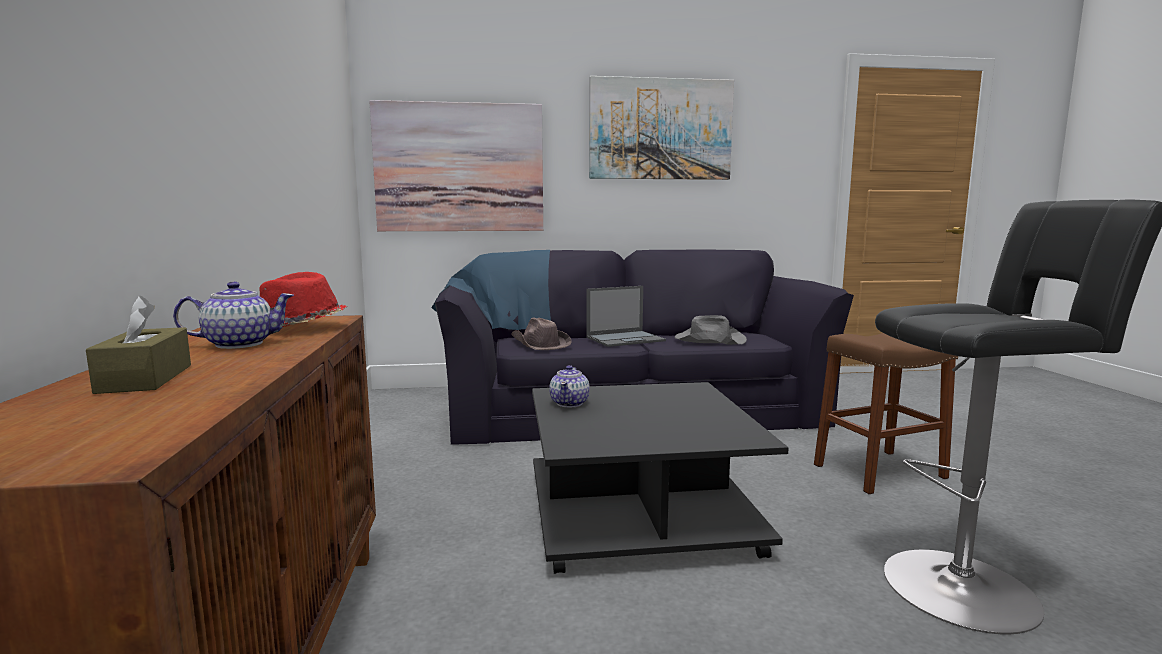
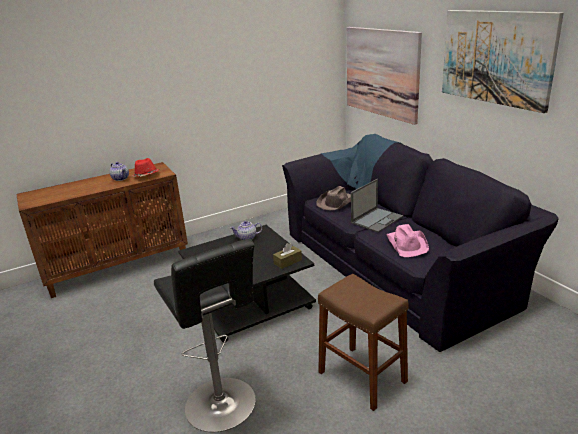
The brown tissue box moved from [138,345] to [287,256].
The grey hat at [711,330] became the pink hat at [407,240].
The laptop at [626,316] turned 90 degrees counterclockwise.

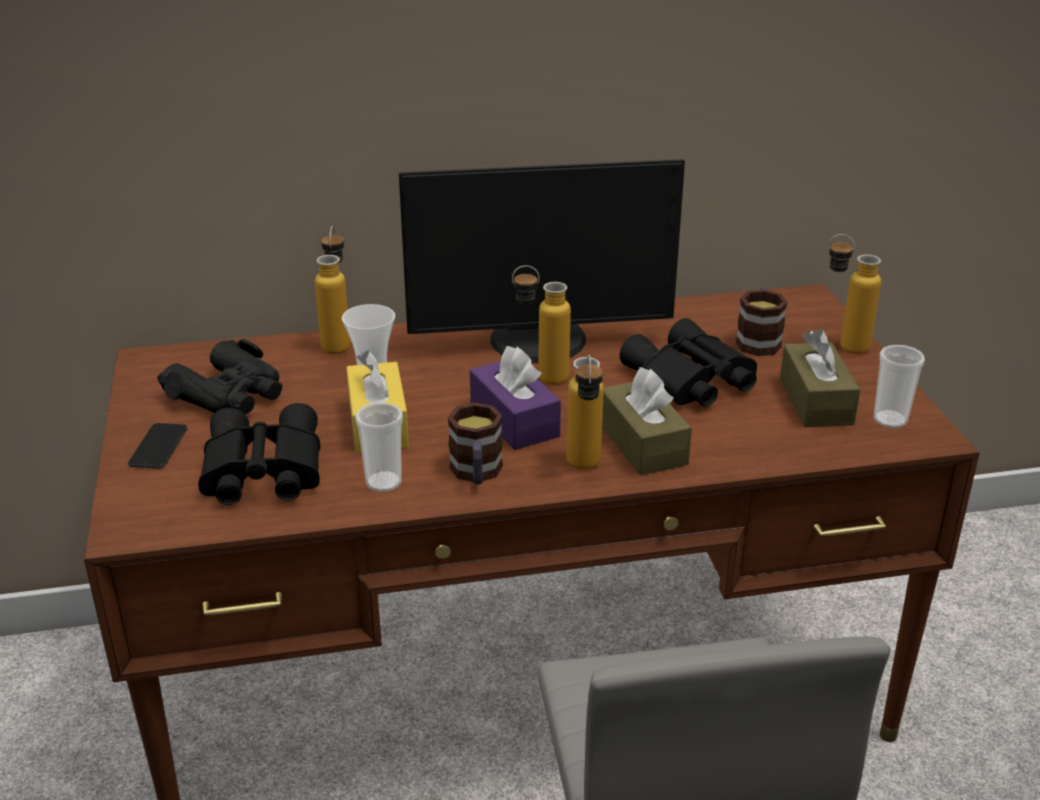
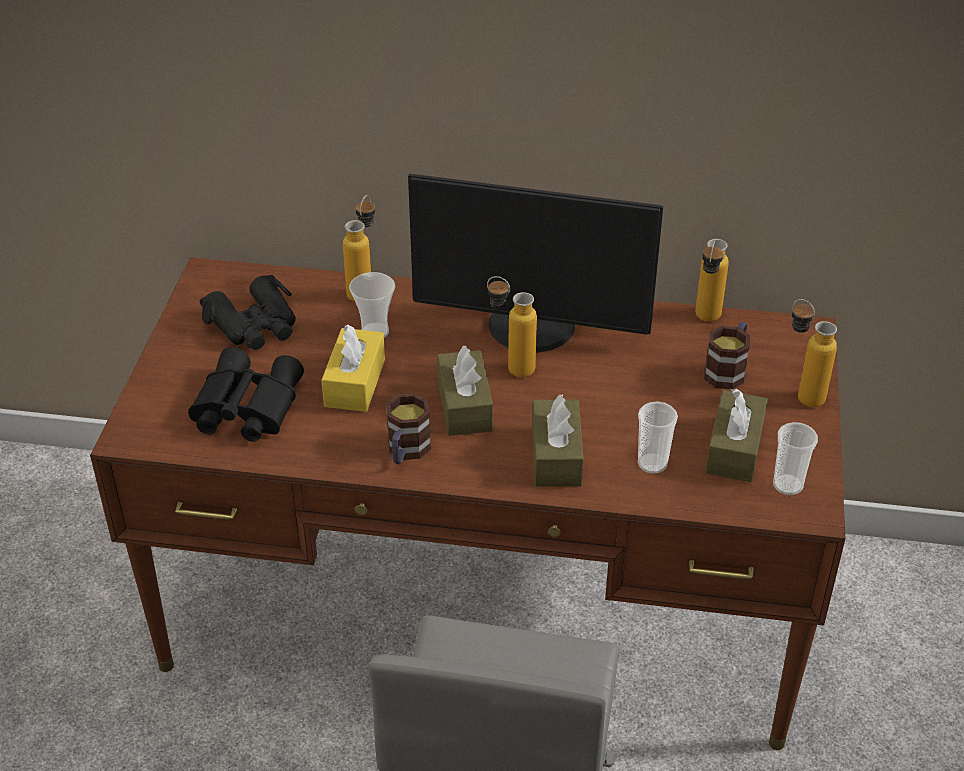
The phone at [157,446] disappeared.
The black binoculars at [688,362] disappeared.
The cup moved from [379,447] to [658,437].
The bottle moved from [585,412] to [712,280].
The purple tissue box at [515,398] became the brown tissue box at [465,390].

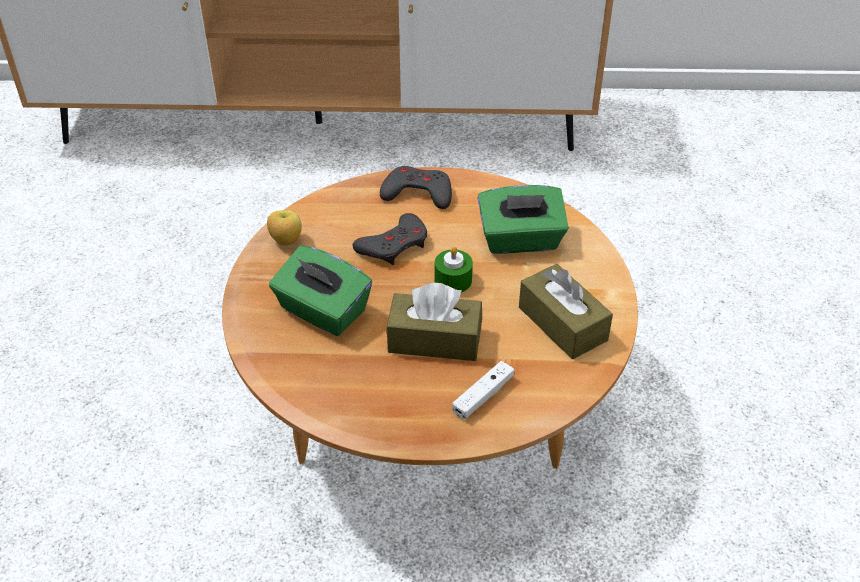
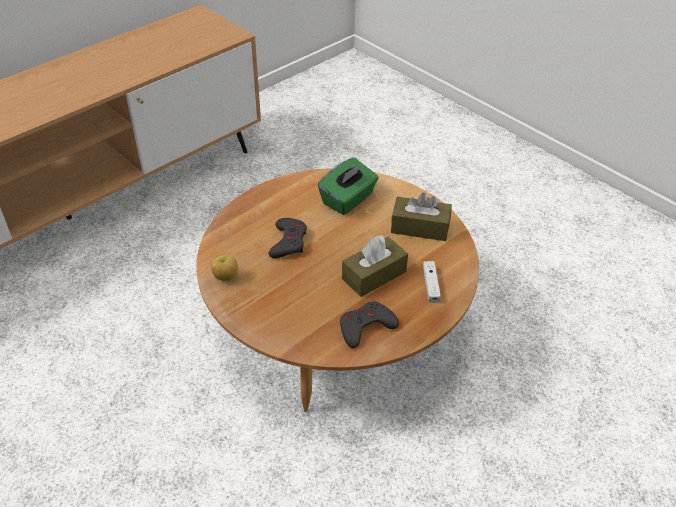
The green tissue box at [320,290] disappeared.
The green candle at [453,269] disappeared.
The grey game controller moved from [416,187] to [369,325].

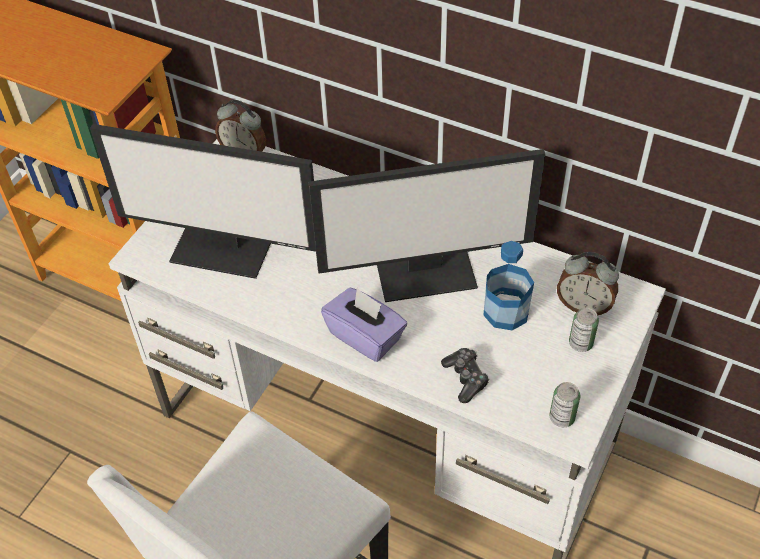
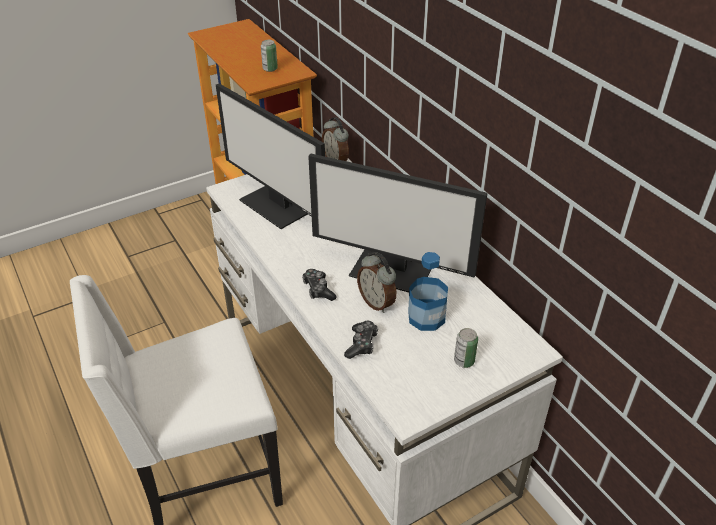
The can moved from [564,404] to [269,56].
The alarm clock moved from [588,283] to [376,283].
The purple tissue box at [364,325] was replaced by the game controller at [319,285].

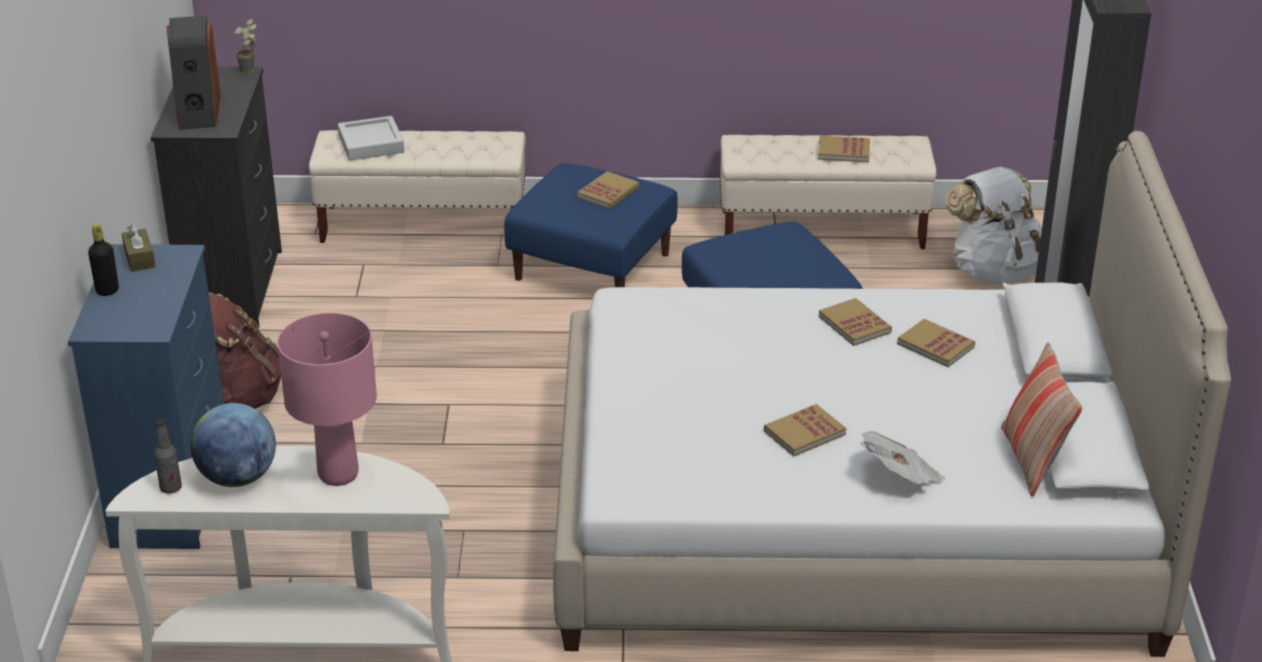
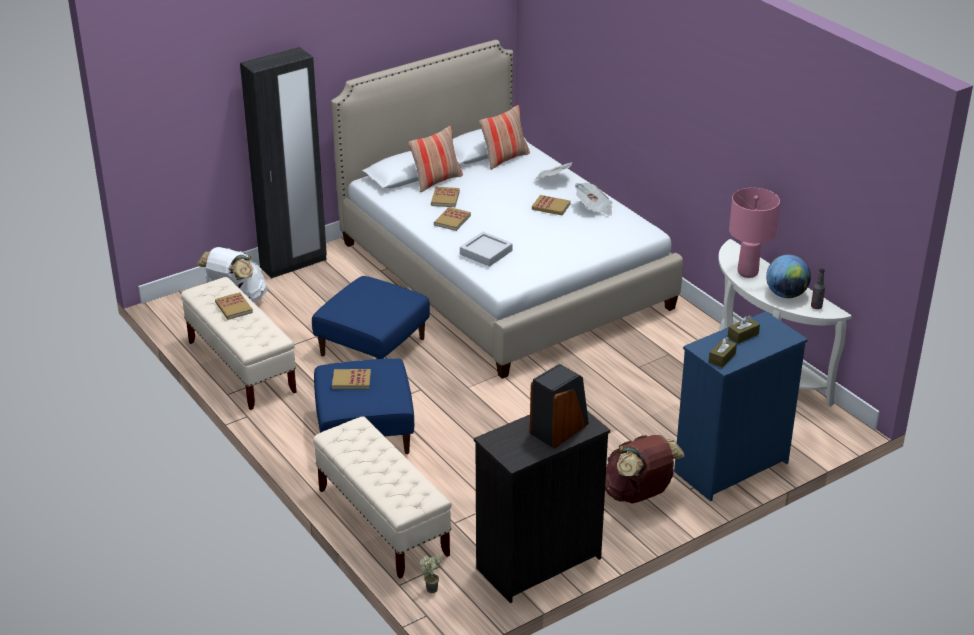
The black bottle at [103,260] disappeared.
The pillow at [435,159] appeared.
The newspaper at [594,199] appeared.
The brown tissue box at [744,329] appeared.
The potted plant moved from [245,46] to [430,574].
The grey tray moved from [371,138] to [486,249].

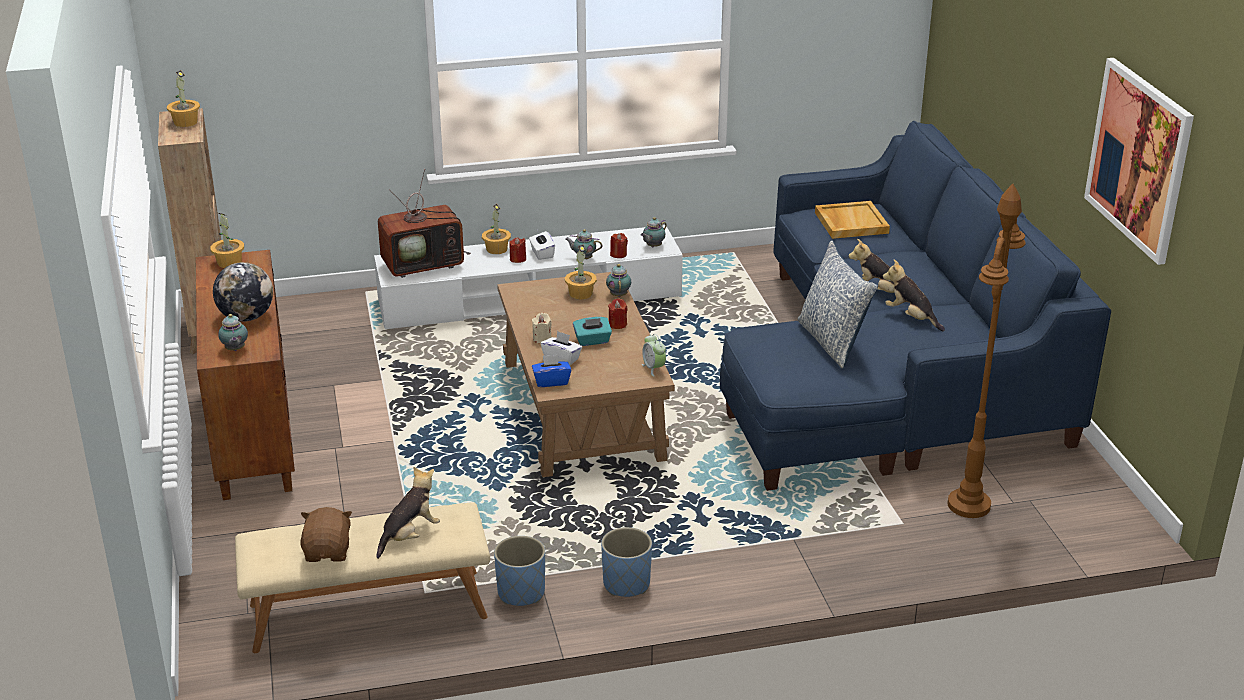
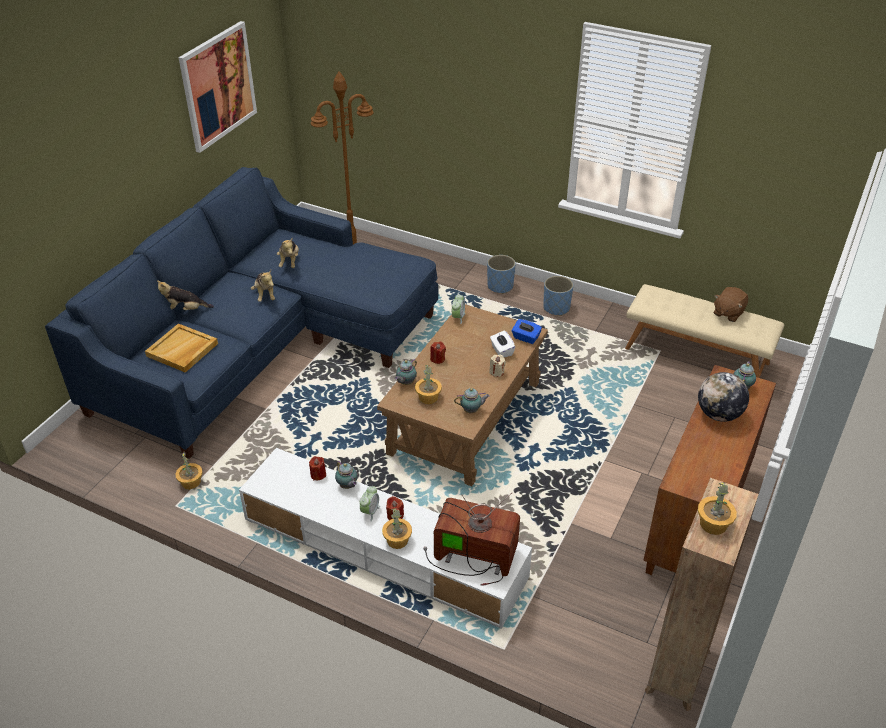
The turquoise tissue box at [592,331] disappeared.
The pillow at [838,305] disappeared.
The potted plant moved from [227,240] to [189,470].
The plush toy moved from [408,513] to [185,295].
The blue planter moved from [519,571] to [501,274].
The teapot moved from [654,232] to [472,400].
The white tissue box at [542,245] was replaced by the alarm clock at [370,503].

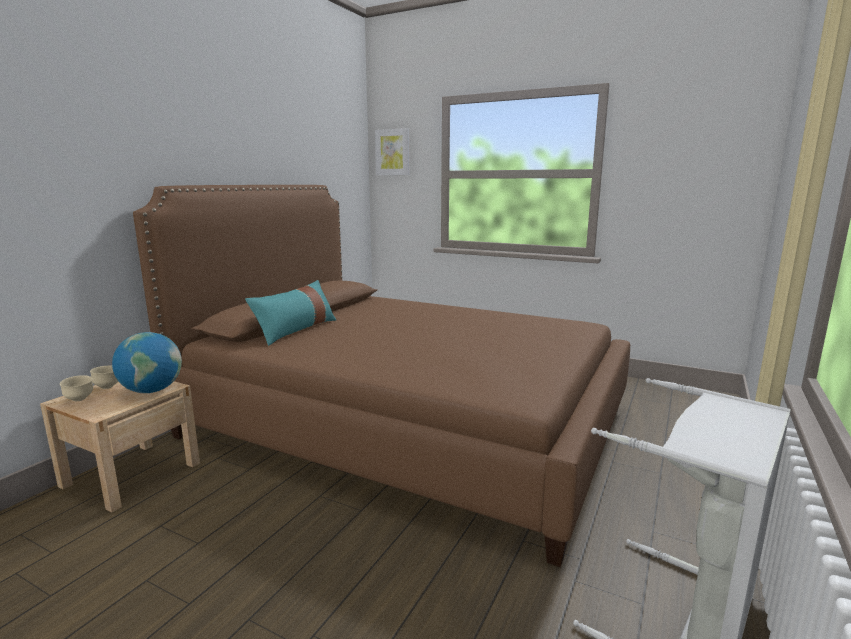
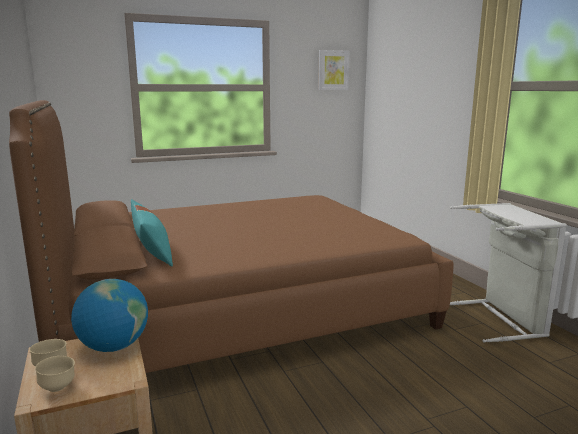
The picture moved from [392,151] to [334,70].

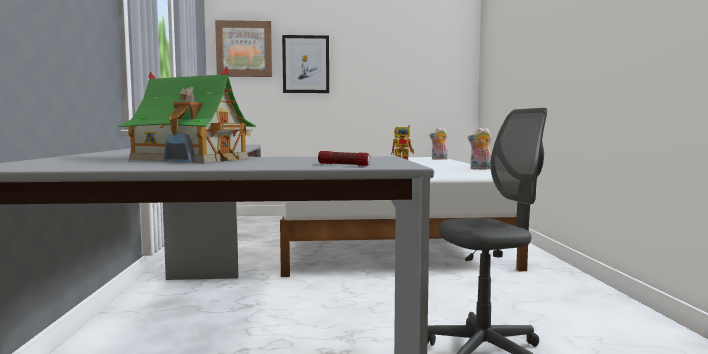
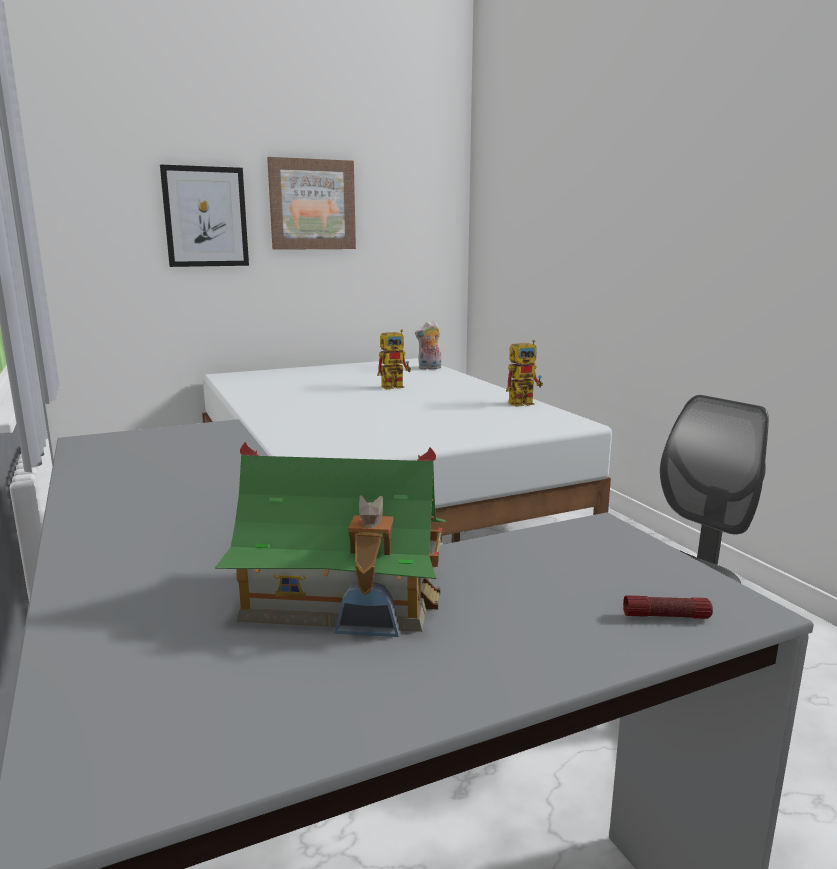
The picture moved from [243,48] to [311,203].
The plush toy at [479,148] was replaced by the toy robot at [524,373].

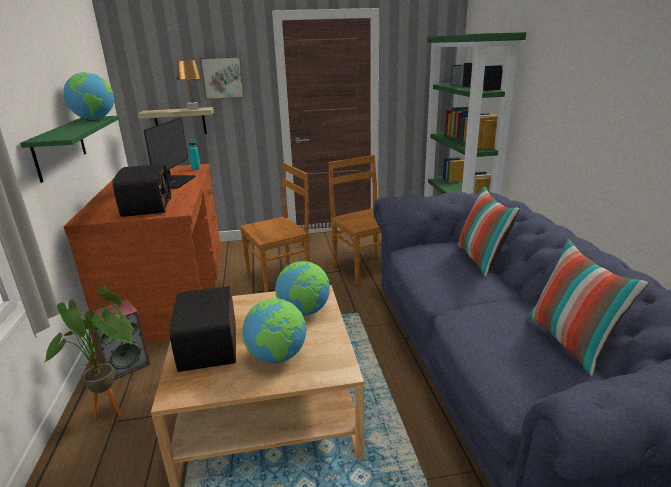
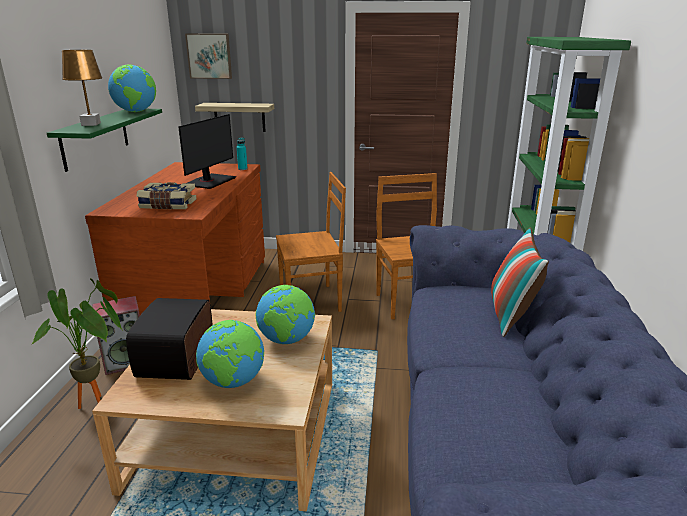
The pillow at [588,307] disappeared.
The brown table lamp moved from [188,85] to [82,88].
The picture moved from [222,78] to [208,56].
The radio at [141,190] was replaced by the book at [167,195].

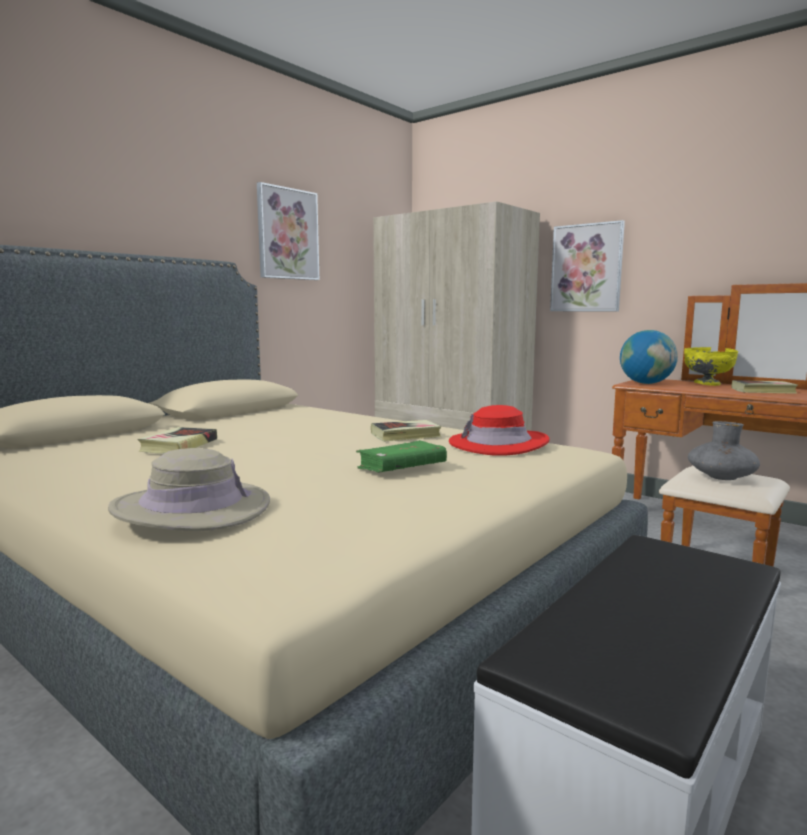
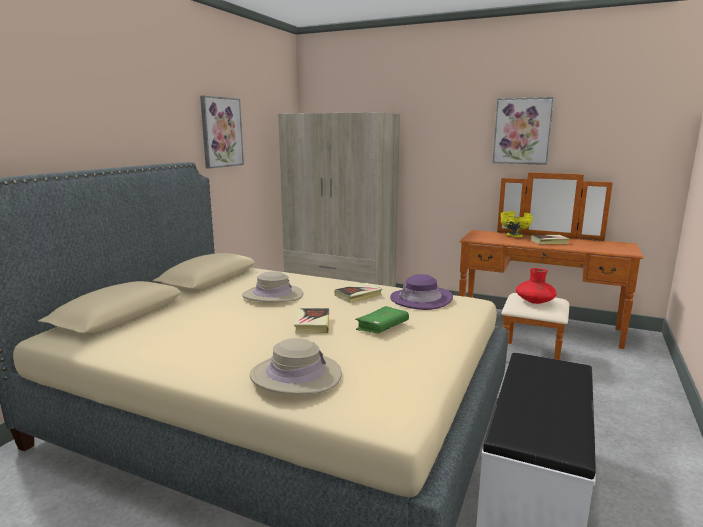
The globe at [649,357] disappeared.
The beige hat at [272,286] appeared.
The book moved from [177,440] to [311,321].
The picture moved from [587,265] to [523,131].
The red hat at [499,430] became the purple hat at [421,292].
The grey vase at [724,450] became the red vase at [536,286].

